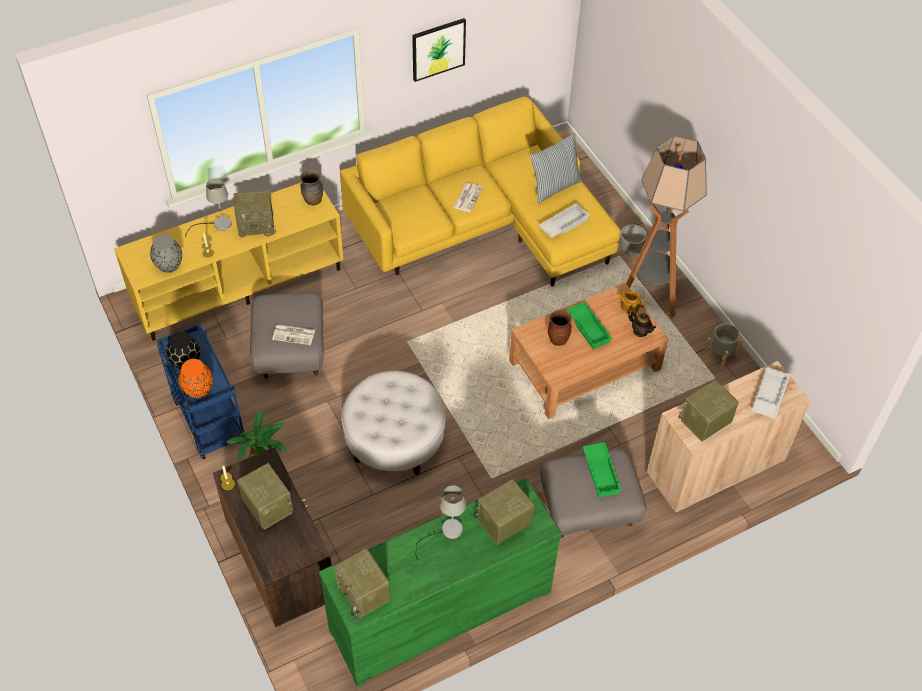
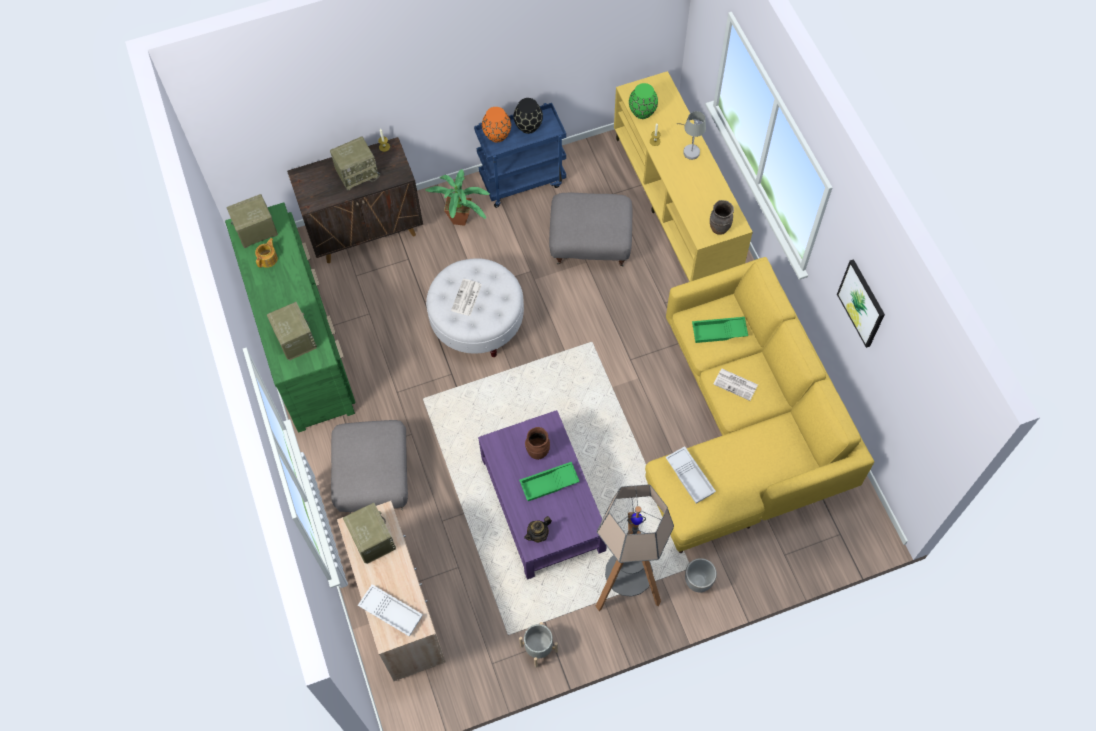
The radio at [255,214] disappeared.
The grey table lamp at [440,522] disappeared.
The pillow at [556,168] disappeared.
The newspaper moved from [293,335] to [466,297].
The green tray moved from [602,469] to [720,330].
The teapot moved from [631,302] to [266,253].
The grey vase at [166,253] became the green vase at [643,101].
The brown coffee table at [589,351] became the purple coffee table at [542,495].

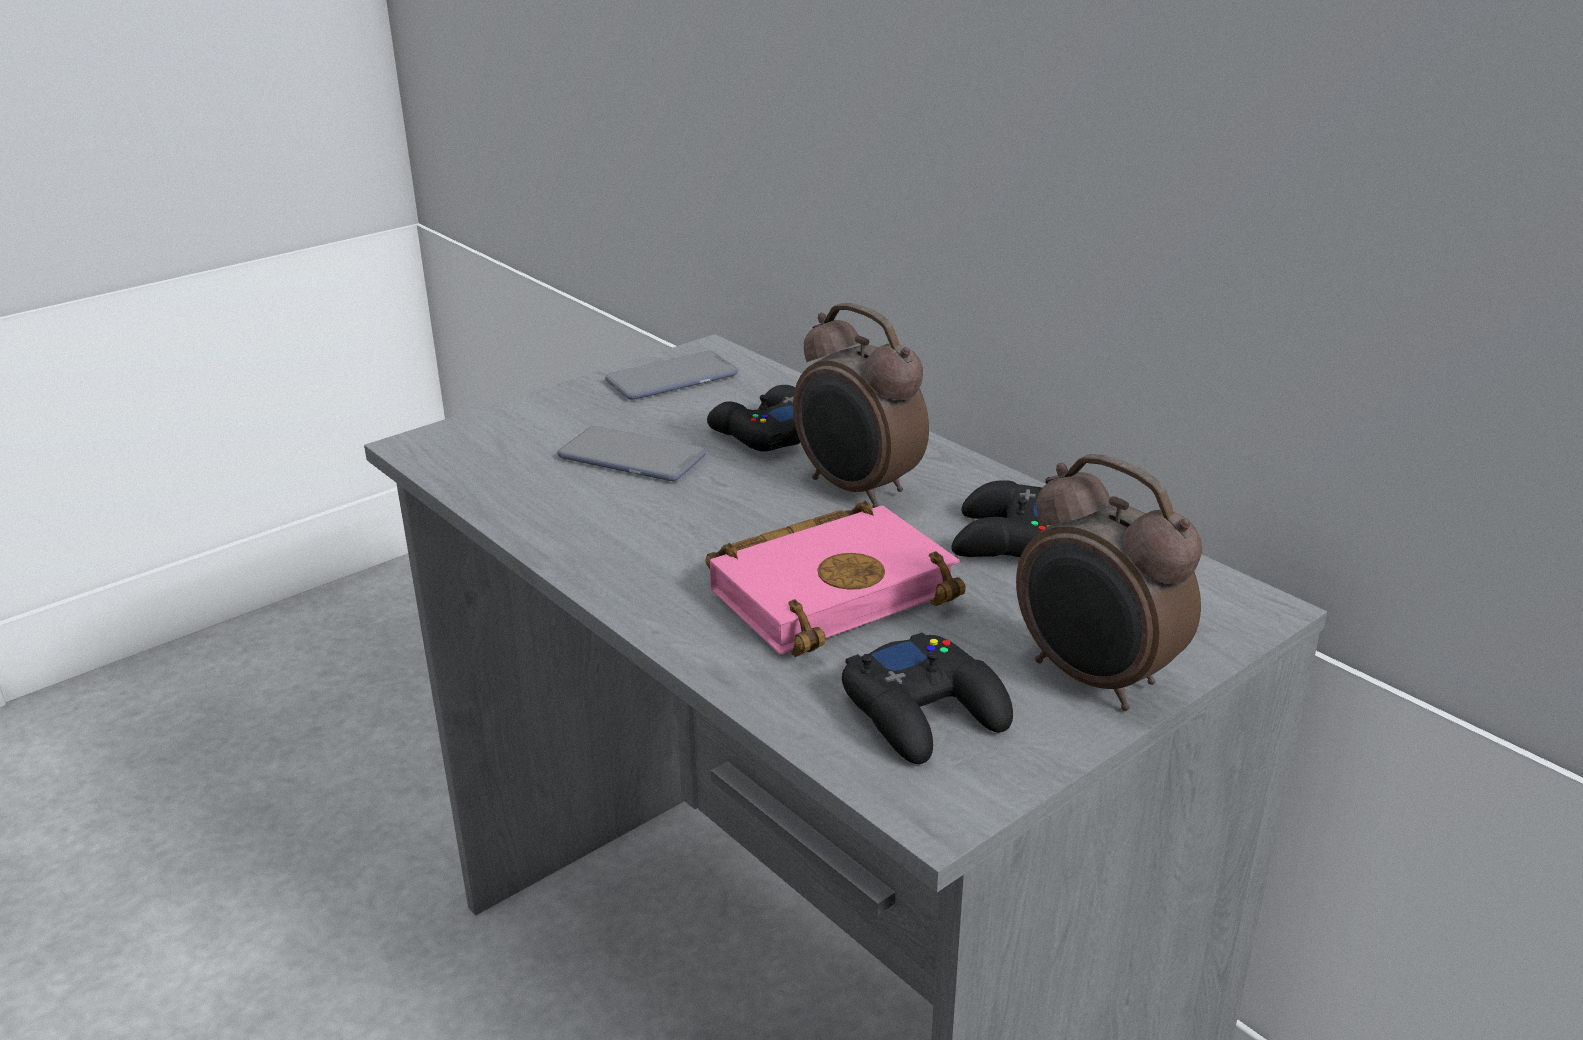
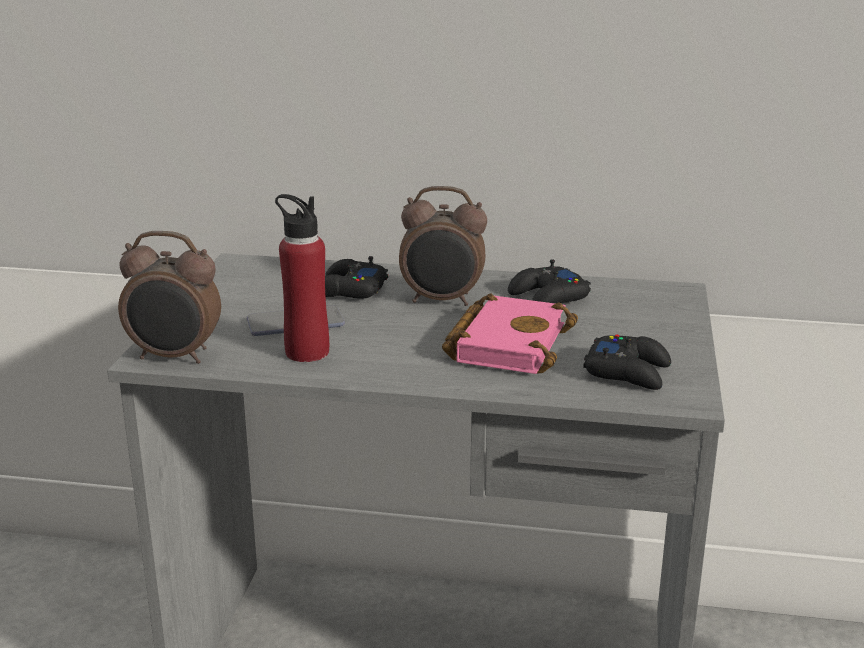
The phone at [671,375] disappeared.
The red bottle at [302,278] appeared.
The alarm clock moved from [1109,582] to [169,297].

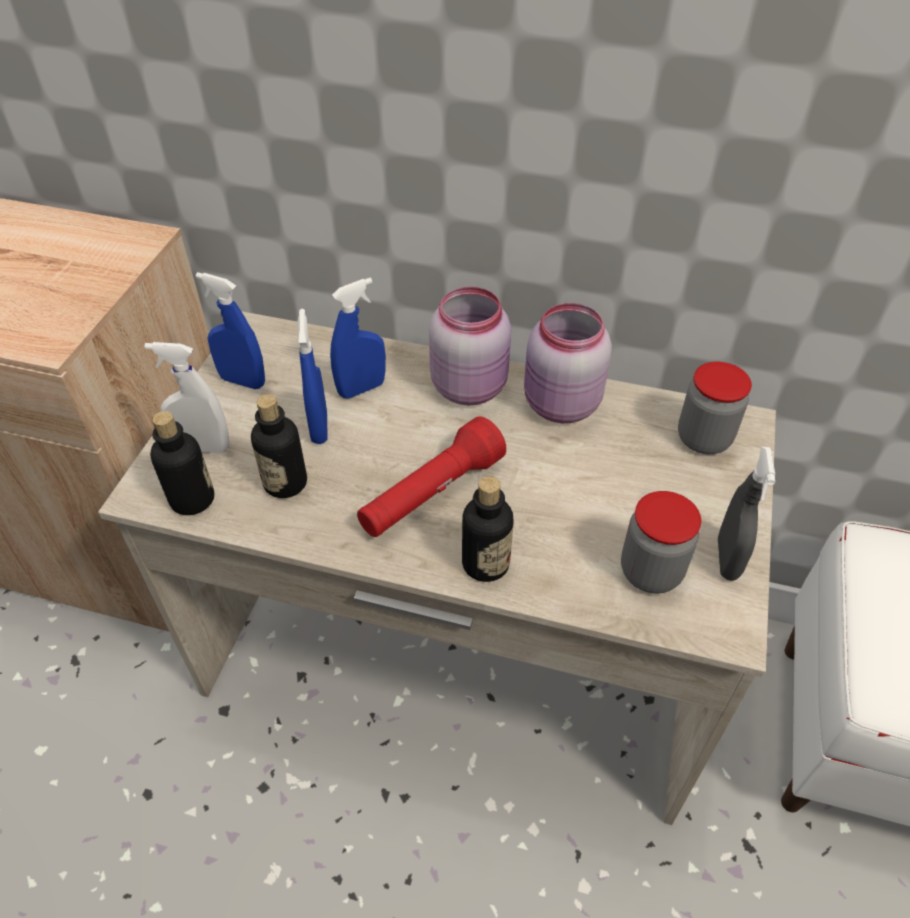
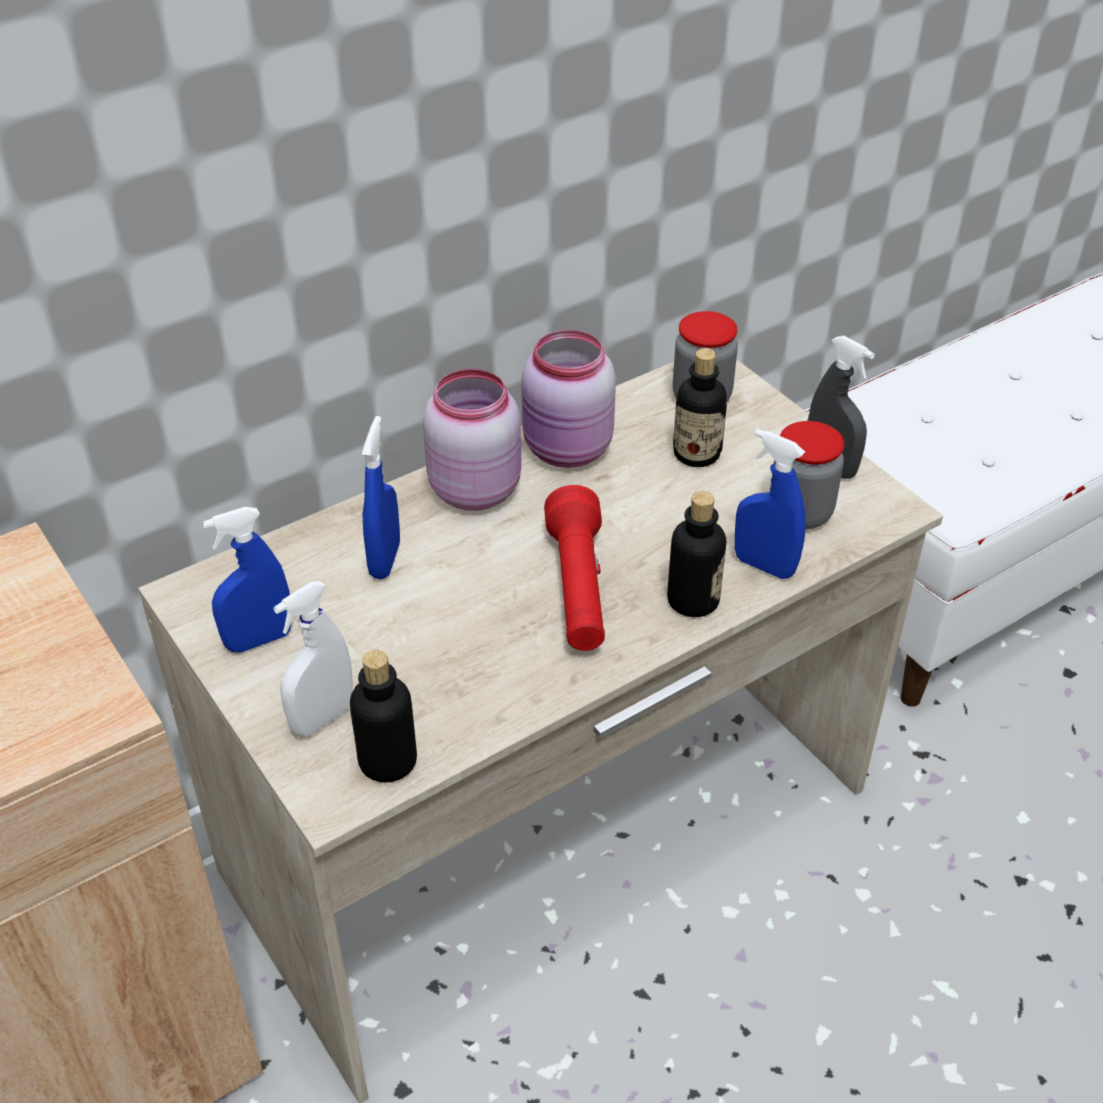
The bottle moved from [279,446] to [700,407].
The blue spray bottle moved from [313,376] to [770,504].

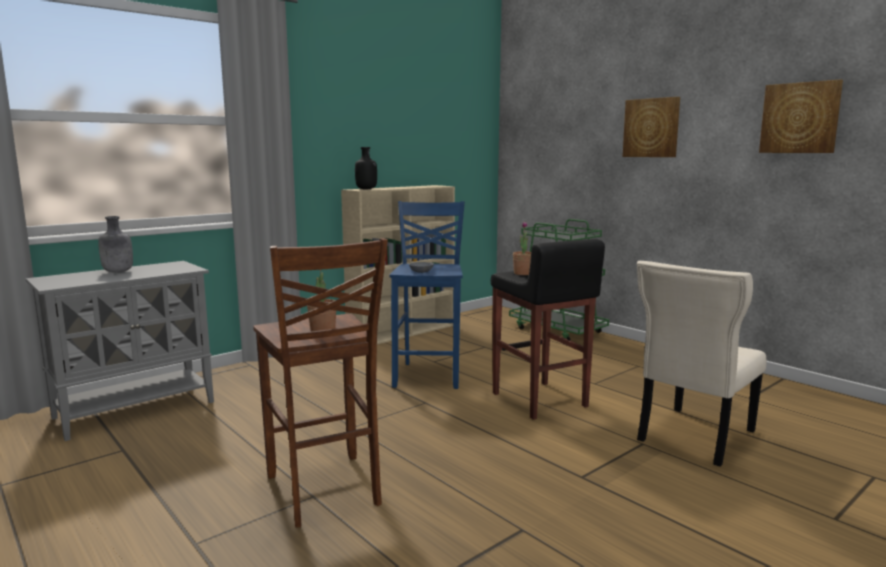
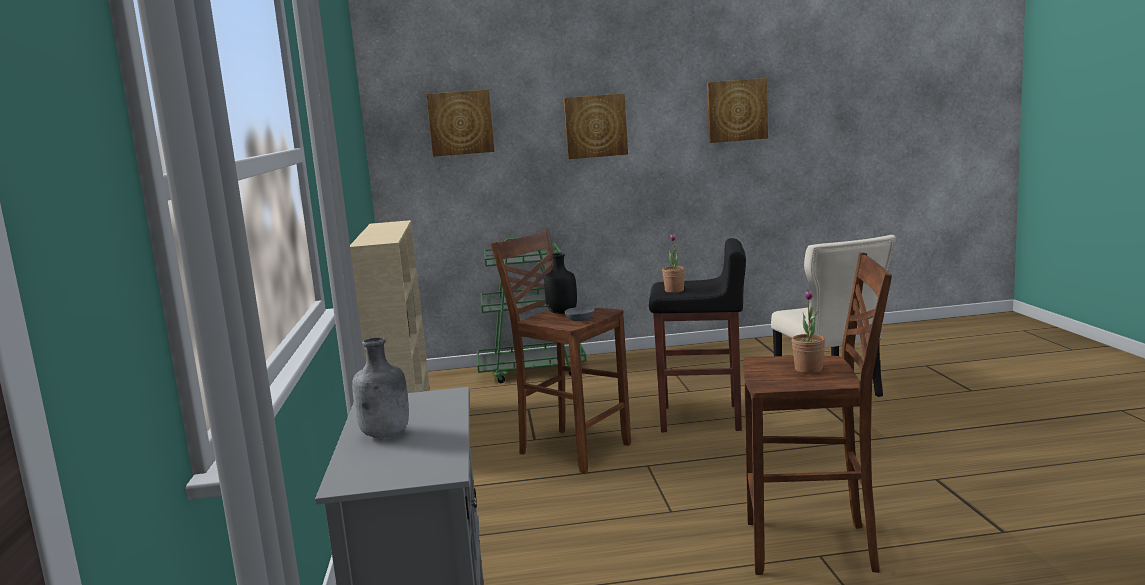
The picture at [460,123] appeared.
The black bottle moved from [366,168] to [560,283].
The blue stool at [427,295] became the brown stool at [561,351].

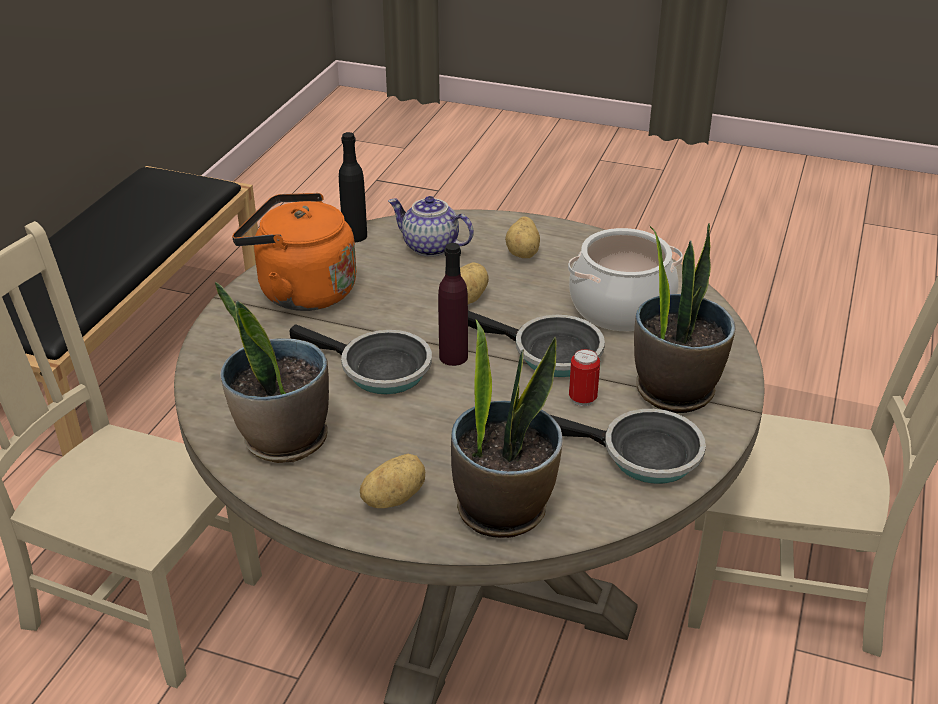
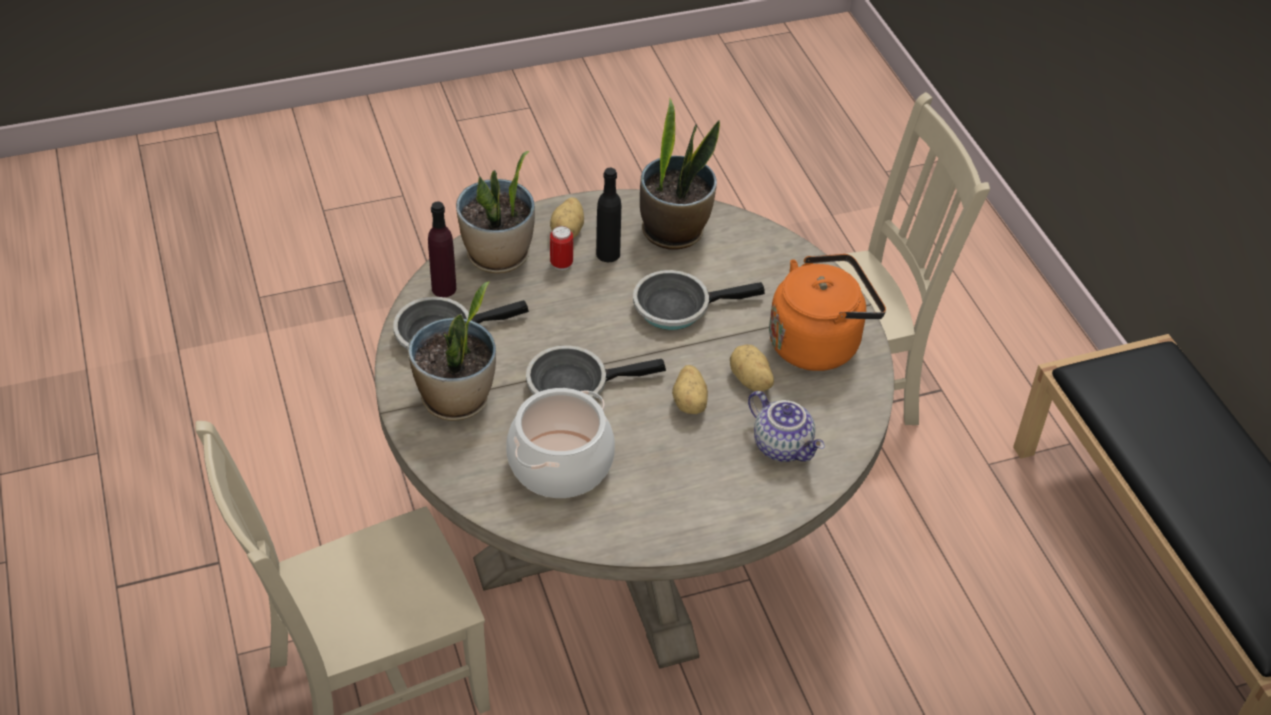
The black bottle moved from [353,187] to [608,215].
The purple bottle moved from [453,304] to [442,249].
The potato moved from [522,237] to [752,368].
The can moved from [584,377] to [561,248].
The teapot at [431,226] turned 60 degrees clockwise.

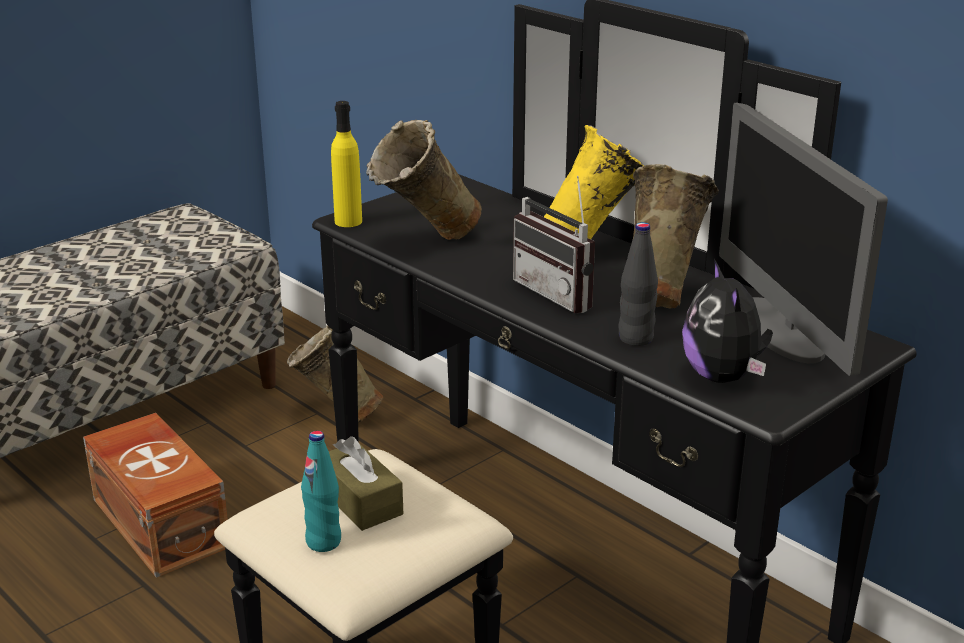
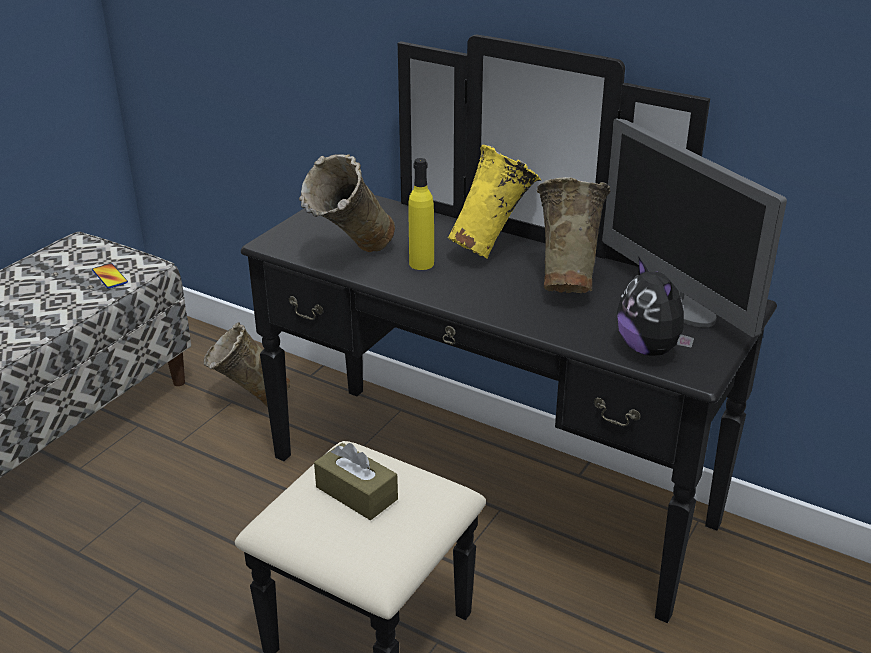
The brown storage box at [155,495] disappeared.
The turquoise bottle at [321,491] disappeared.
The radio at [554,244] disappeared.
The black bottle at [638,284] disappeared.
The phone at [110,275] appeared.
The yellow bottle moved from [346,164] to [421,214].

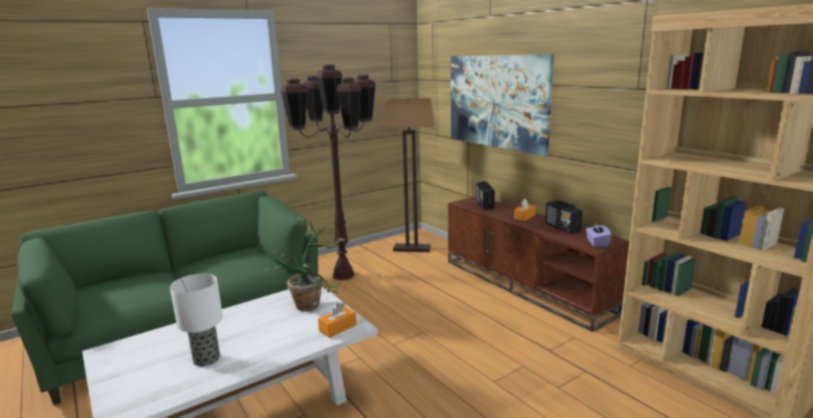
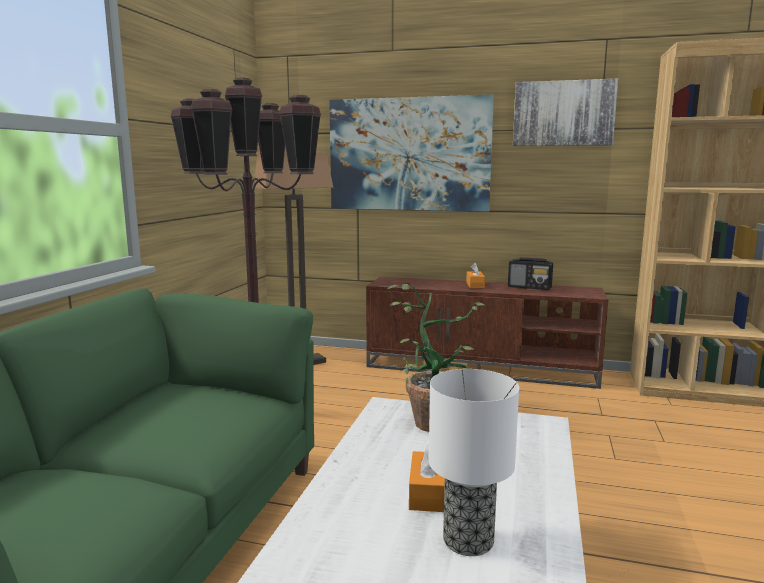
The radio at [485,195] disappeared.
The purple tissue box at [599,234] disappeared.
The picture at [565,112] appeared.
The orange tissue box moved from [337,320] to [427,477].

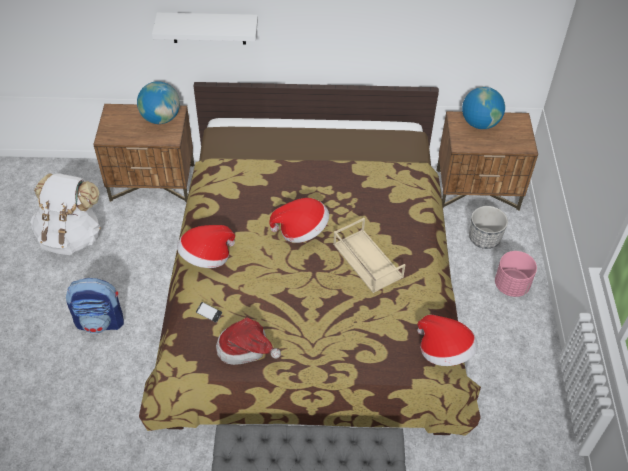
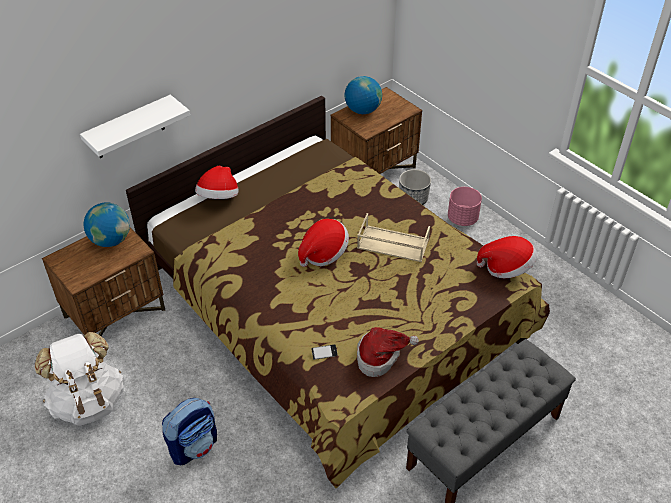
The hat moved from [206,246] to [216,182].

